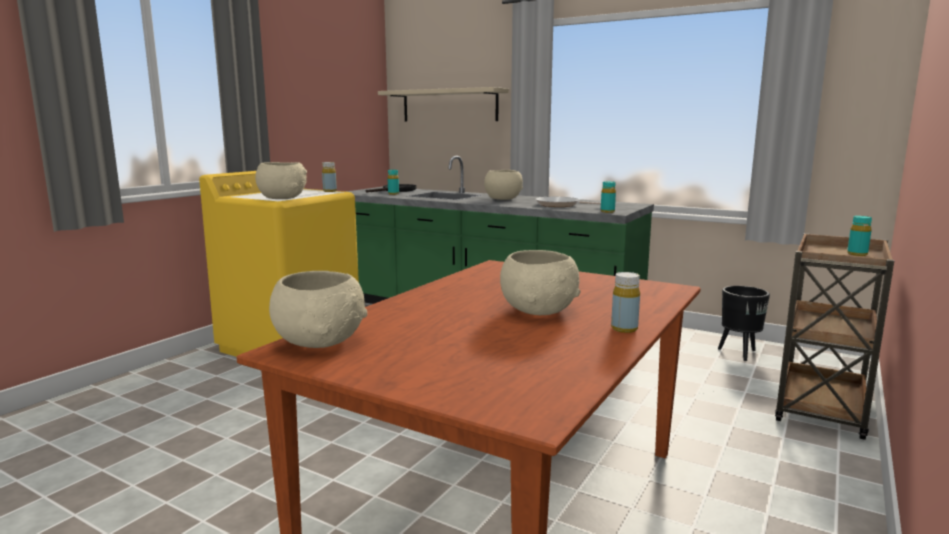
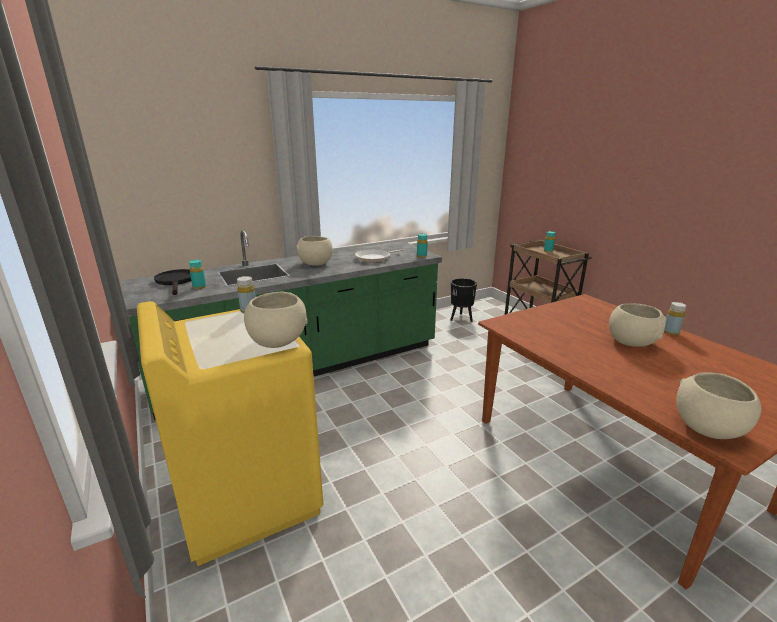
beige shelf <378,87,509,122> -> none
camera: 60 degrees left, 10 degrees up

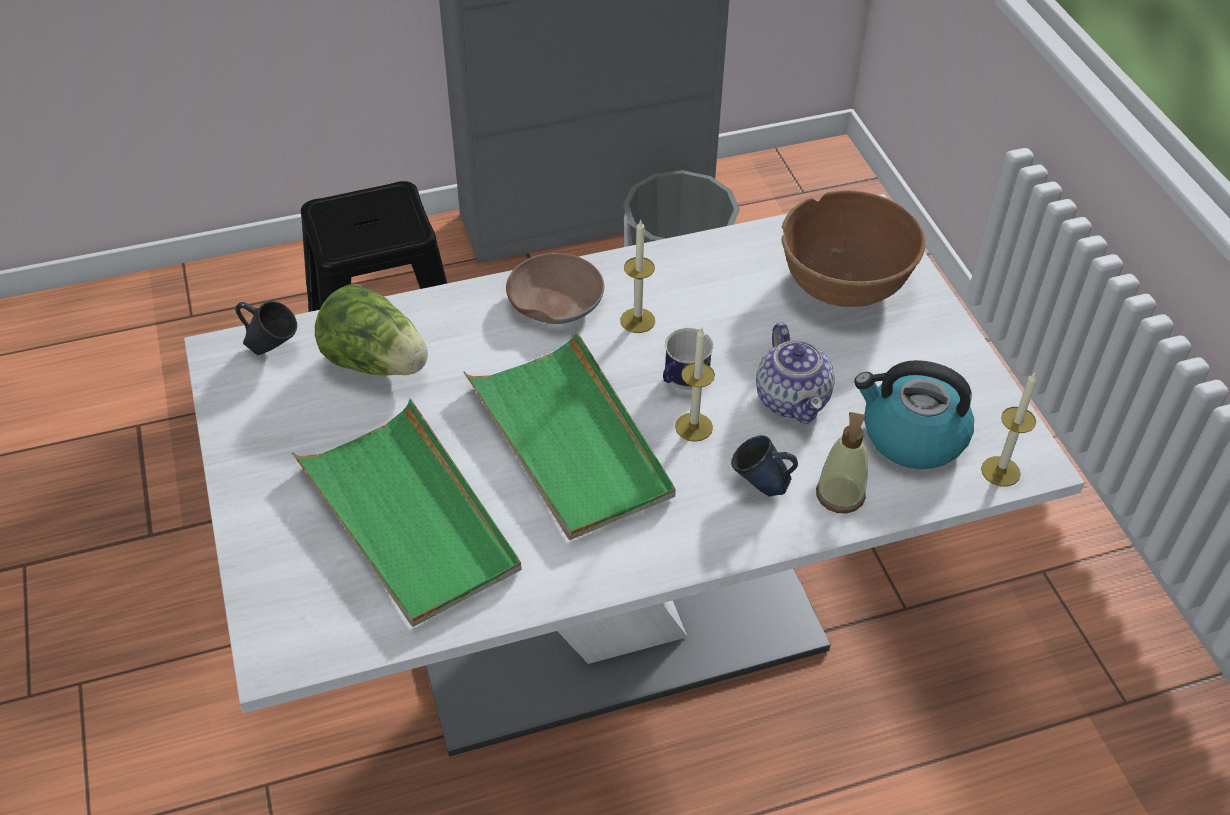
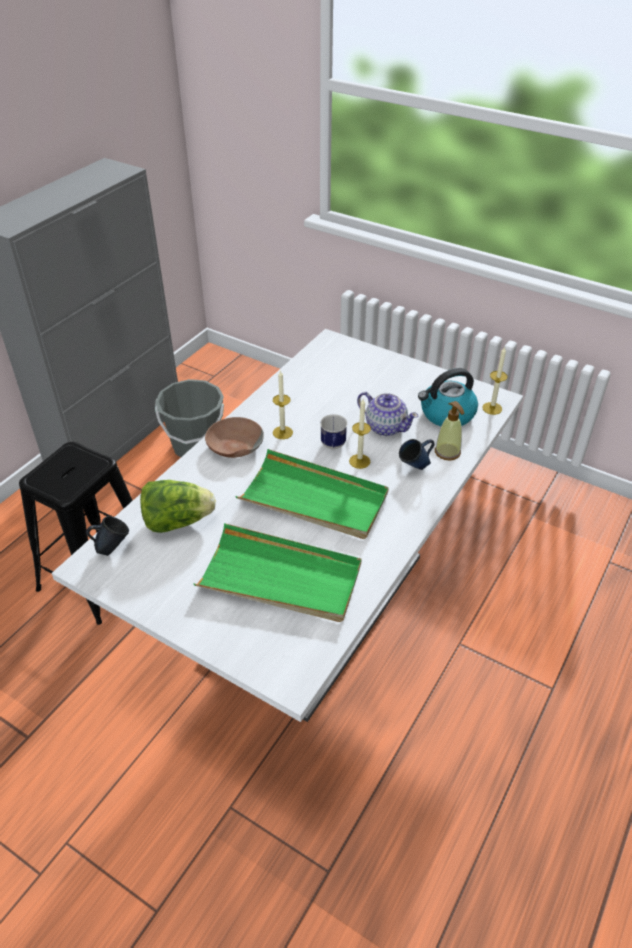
brown bowl <781,190,926,307> -> none
camera: 40 degrees left, 5 degrees down

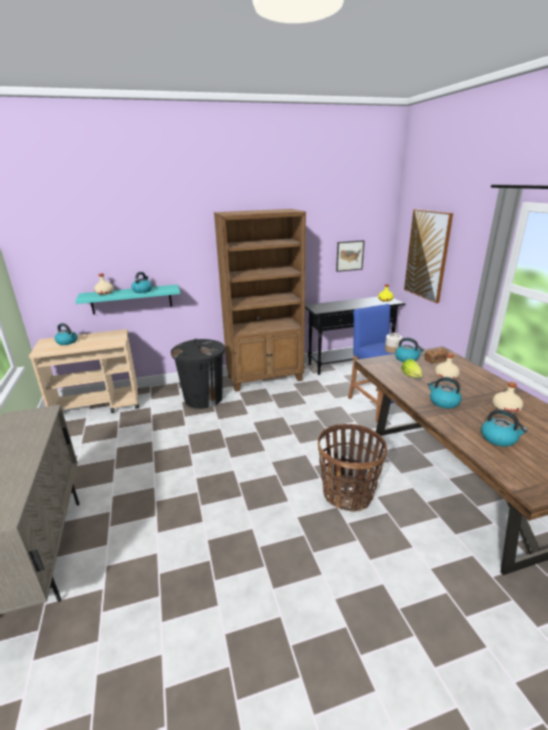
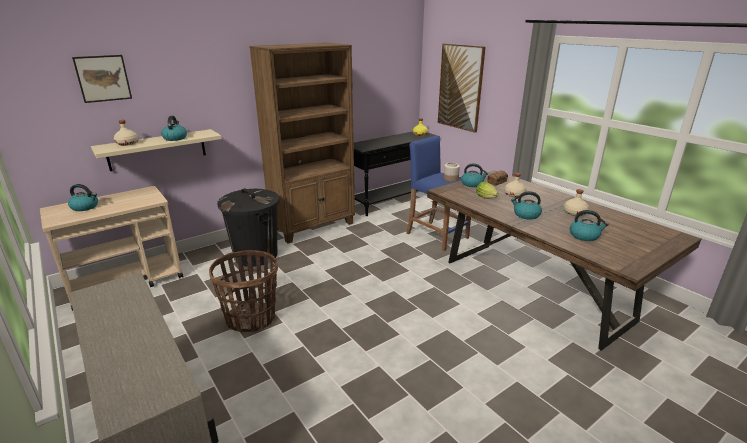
turquoise shelf <75,284,180,315> -> beige shelf <91,129,222,171>
basket <318,424,387,512> -> basket <209,250,278,332>, move
picture <336,240,365,272> -> picture <72,55,132,103>, move
camera: 20 degrees left, 0 degrees up

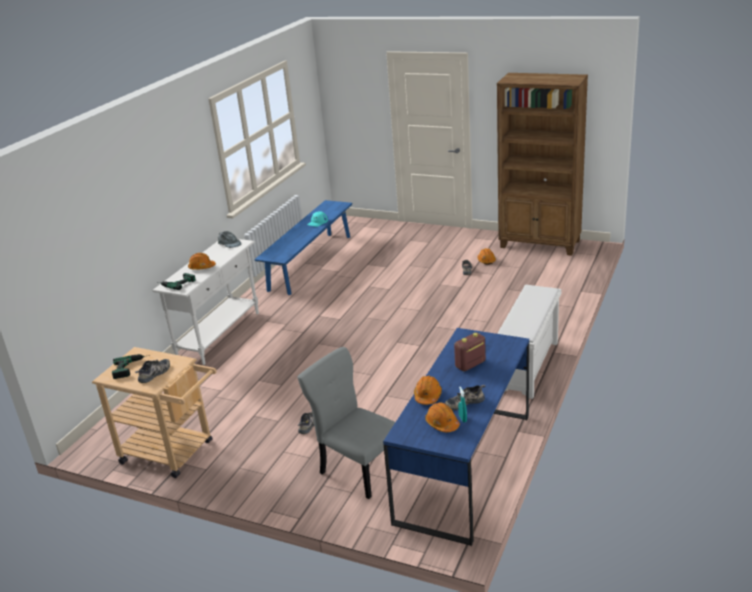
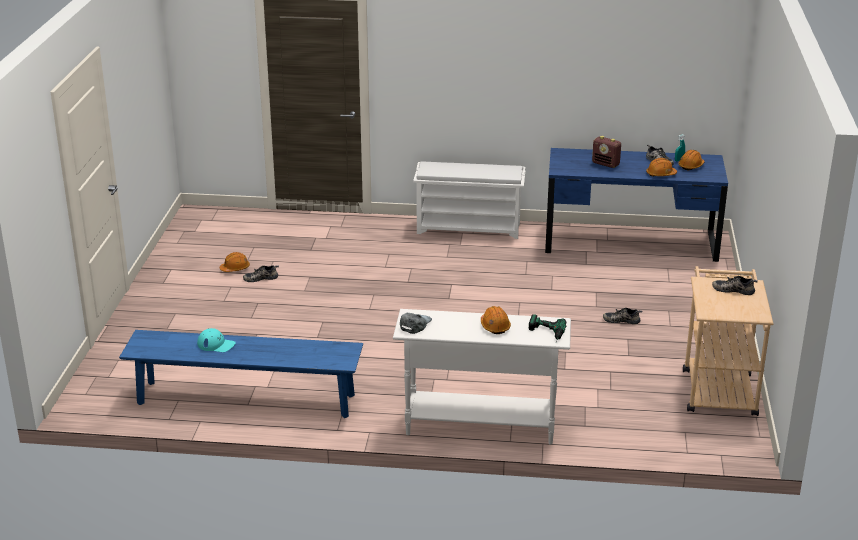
power drill <112,354,150,379> -> none
grey chair <297,347,395,499> -> none
brown bookcase <497,73,588,256> -> none
camera: 110 degrees left, 0 degrees up

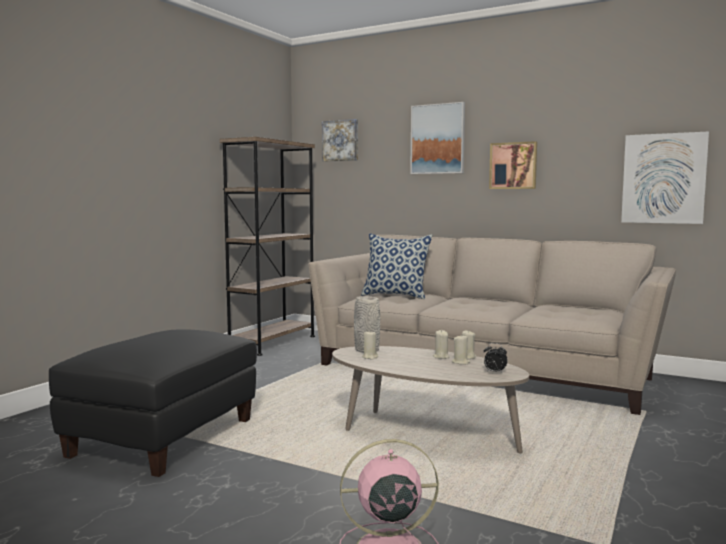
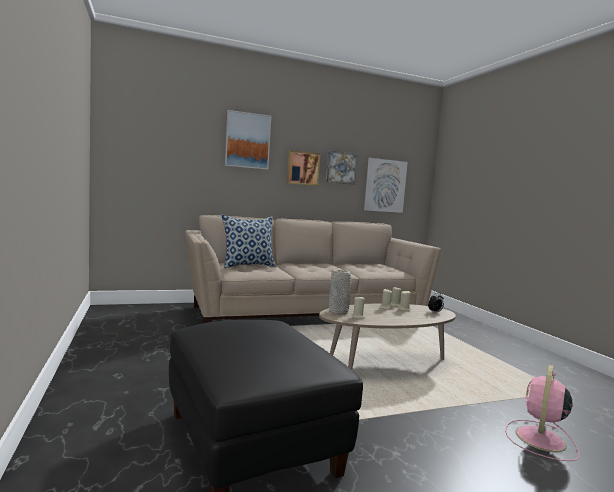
brown bookcase <220,137,315,356> -> none
picture <322,119,358,161> -> picture <326,151,358,185>, move
camera: 50 degrees left, 0 degrees up

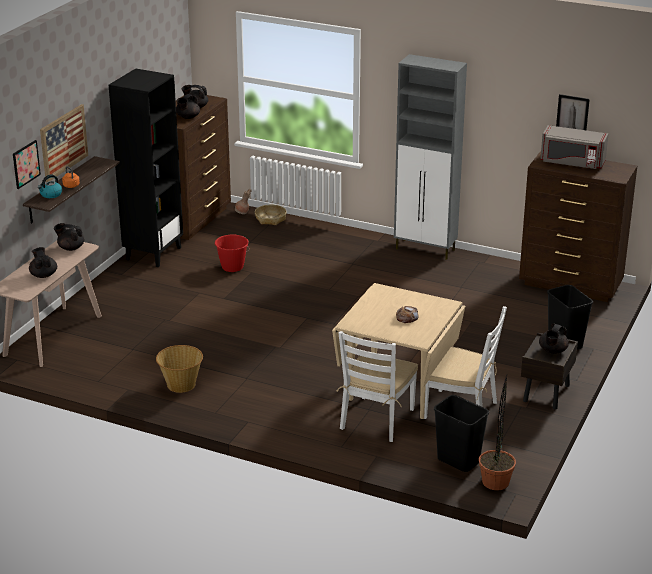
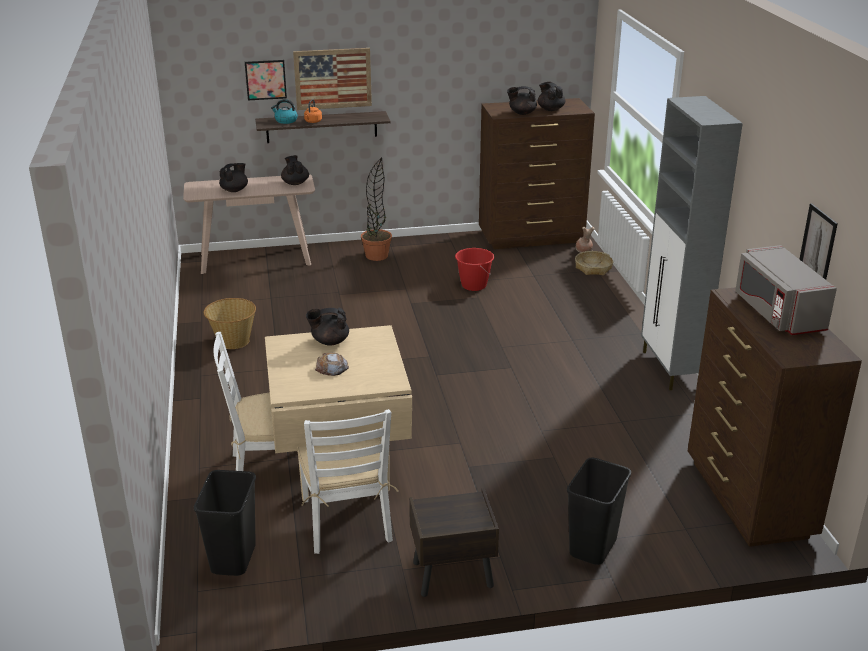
black bookcase <109,69,183,267> -> none
potted plant <479,374,516,490> -> potted plant <361,157,392,261>, move
black teapot <539,323,569,354> -> black teapot <306,308,349,346>, move
camera: 55 degrees right, 0 degrees up

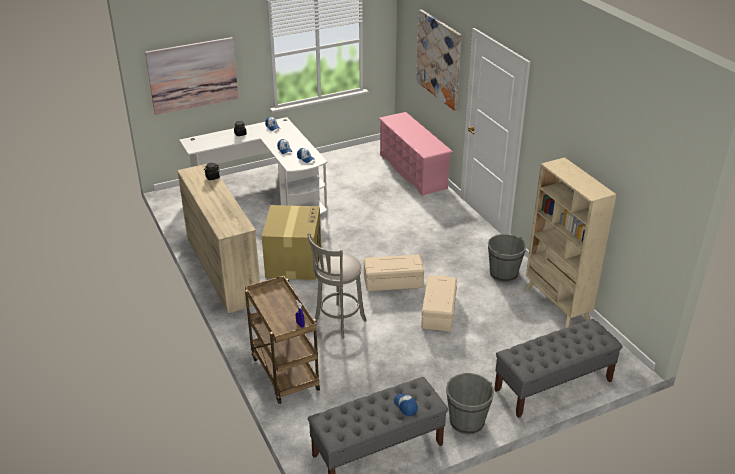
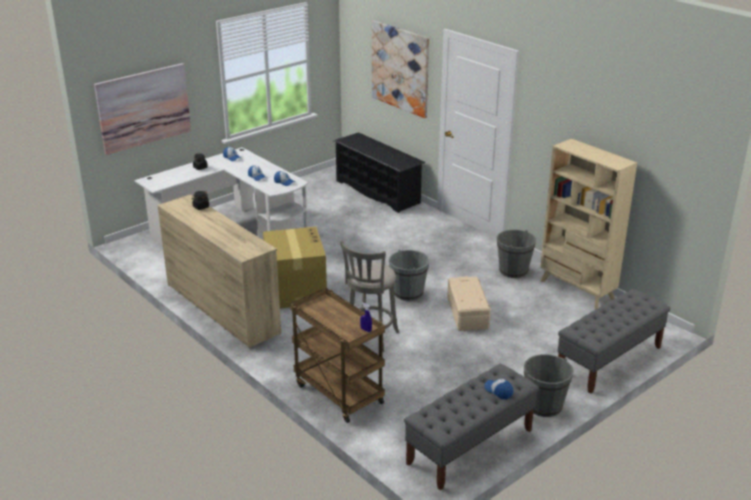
beige storage box <364,255,424,291> -> grey bucket <389,250,430,301>
pink shoe rack <379,112,453,196> -> black shoe rack <334,132,425,213>
camera: 15 degrees left, 5 degrees down

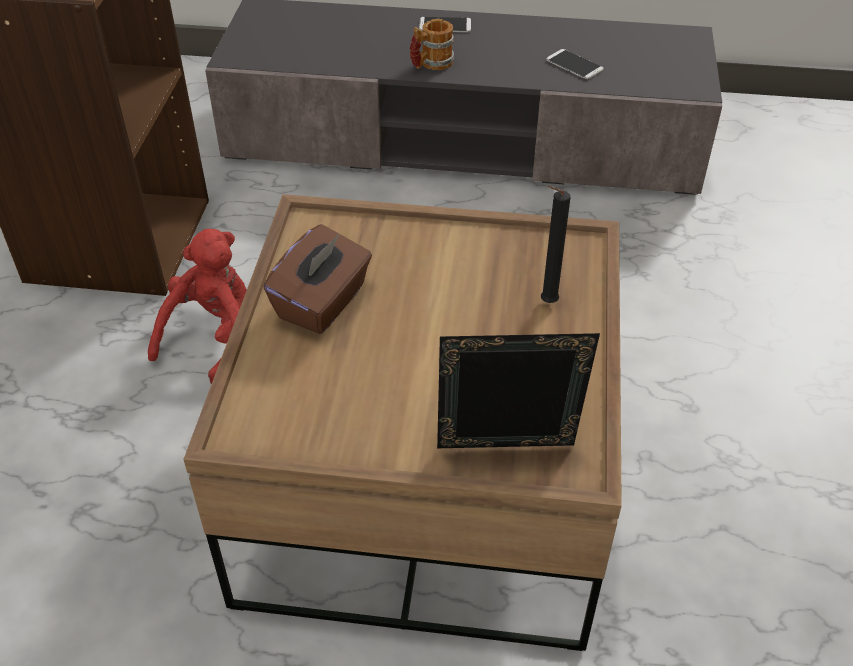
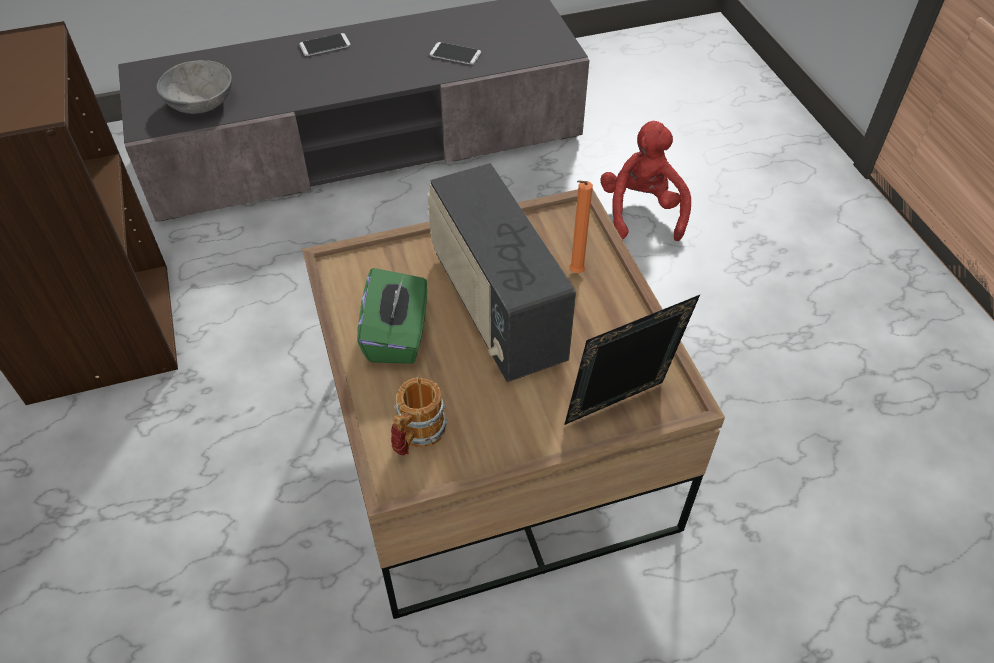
red plush toy <148,229,247,384> -> red plush toy <600,121,691,241>, move
brown tissue box <263,224,372,334> -> green tissue box <357,268,427,364>
mug <410,19,454,70> -> mug <391,377,448,456>, move
black candle <541,185,571,303> -> orange candle <570,180,593,273>
none -> grey bowl <157,60,232,114>
none -> radio <427,163,576,382>
camera: 25 degrees left, 5 degrees up

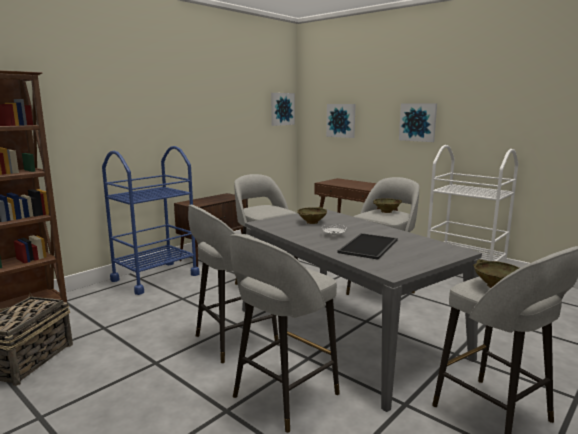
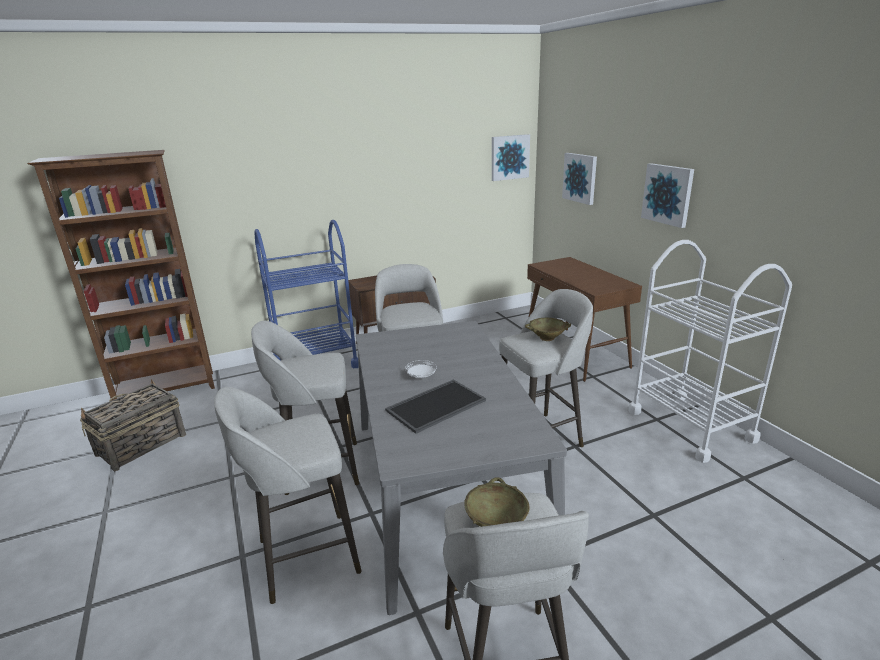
beige bowl <297,207,327,224> -> none
camera: 25 degrees right, 10 degrees up

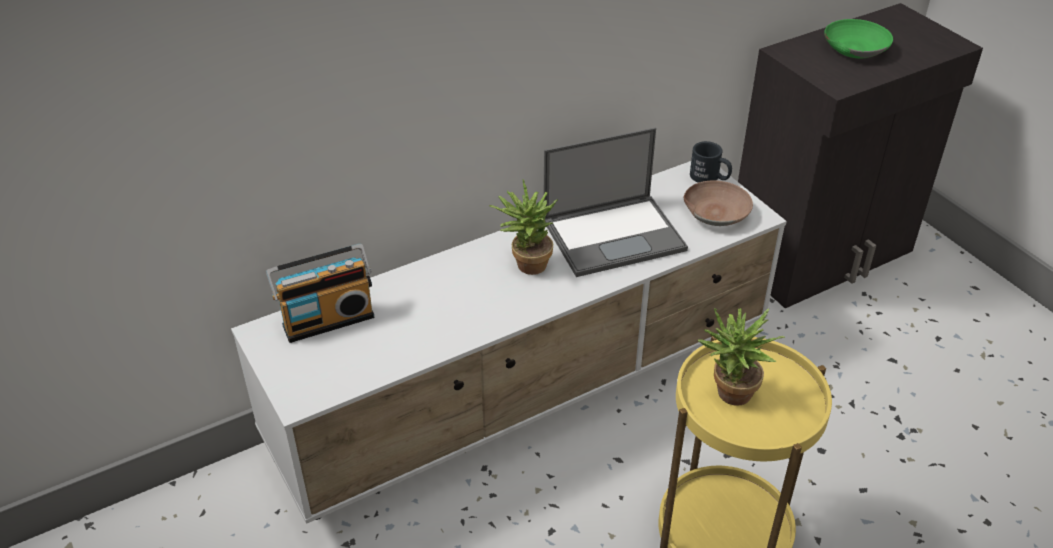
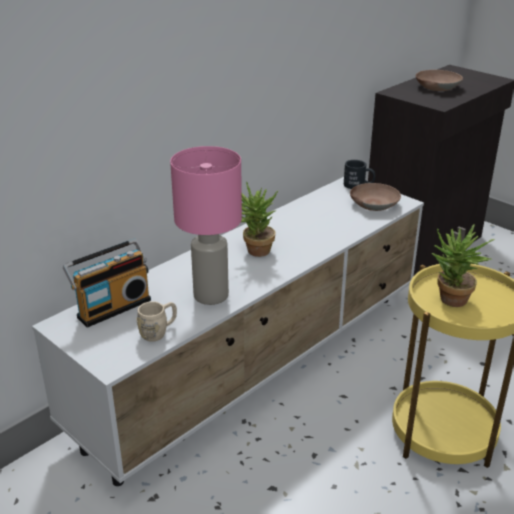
laptop <543,127,688,277> -> none
green bowl <824,19,893,58> -> brown bowl <416,70,463,91>
none -> beige mug <137,301,177,342>
none -> pink table lamp <170,146,242,305>
camera: 15 degrees left, 10 degrees down

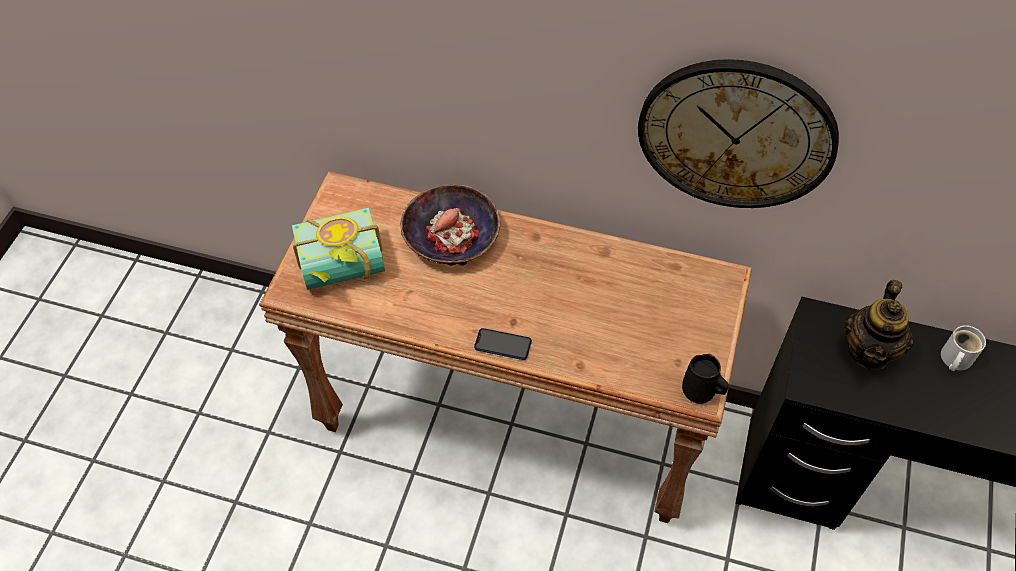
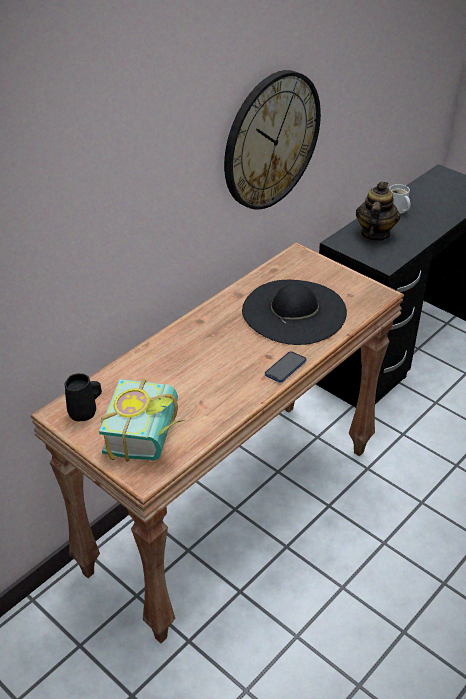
bowl <400,184,501,266> -> none
black mug <682,354,729,404> -> black mug <65,373,102,421>, move
teapot <844,279,913,370> -> teapot <356,182,400,241>, 120 degrees counterclockwise
none -> black hat <242,280,347,345>
camera: 65 degrees left, 15 degrees down

